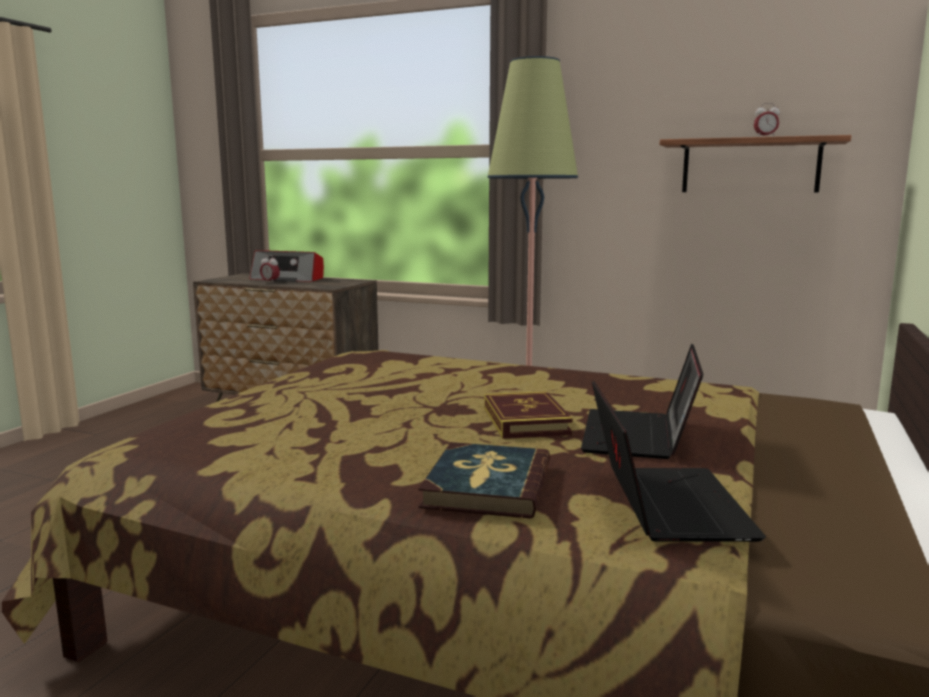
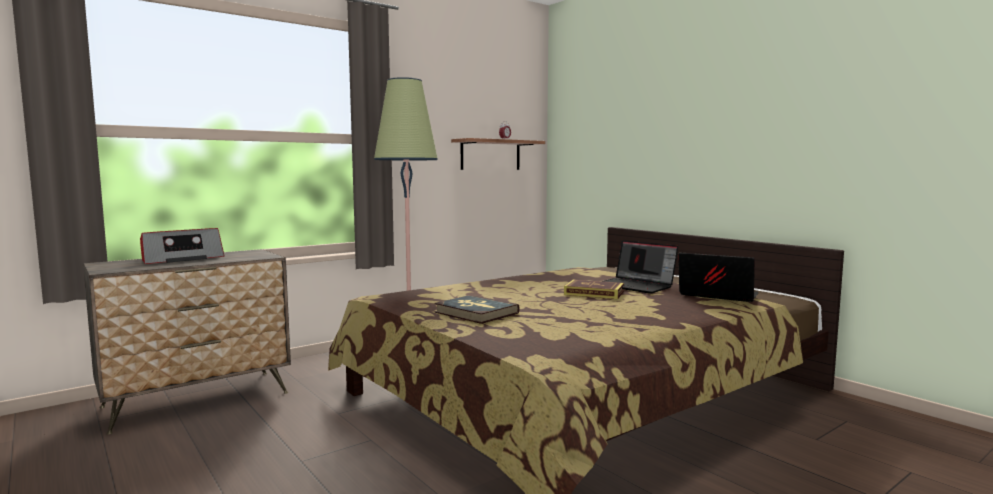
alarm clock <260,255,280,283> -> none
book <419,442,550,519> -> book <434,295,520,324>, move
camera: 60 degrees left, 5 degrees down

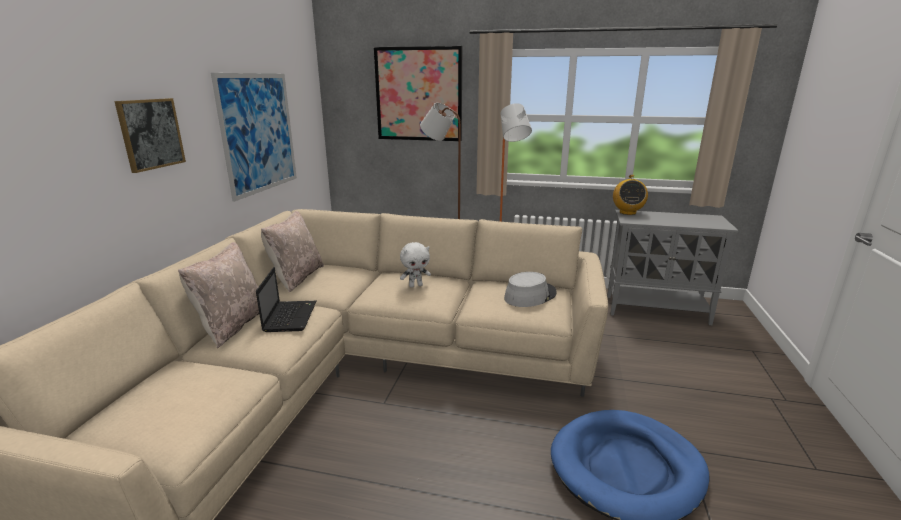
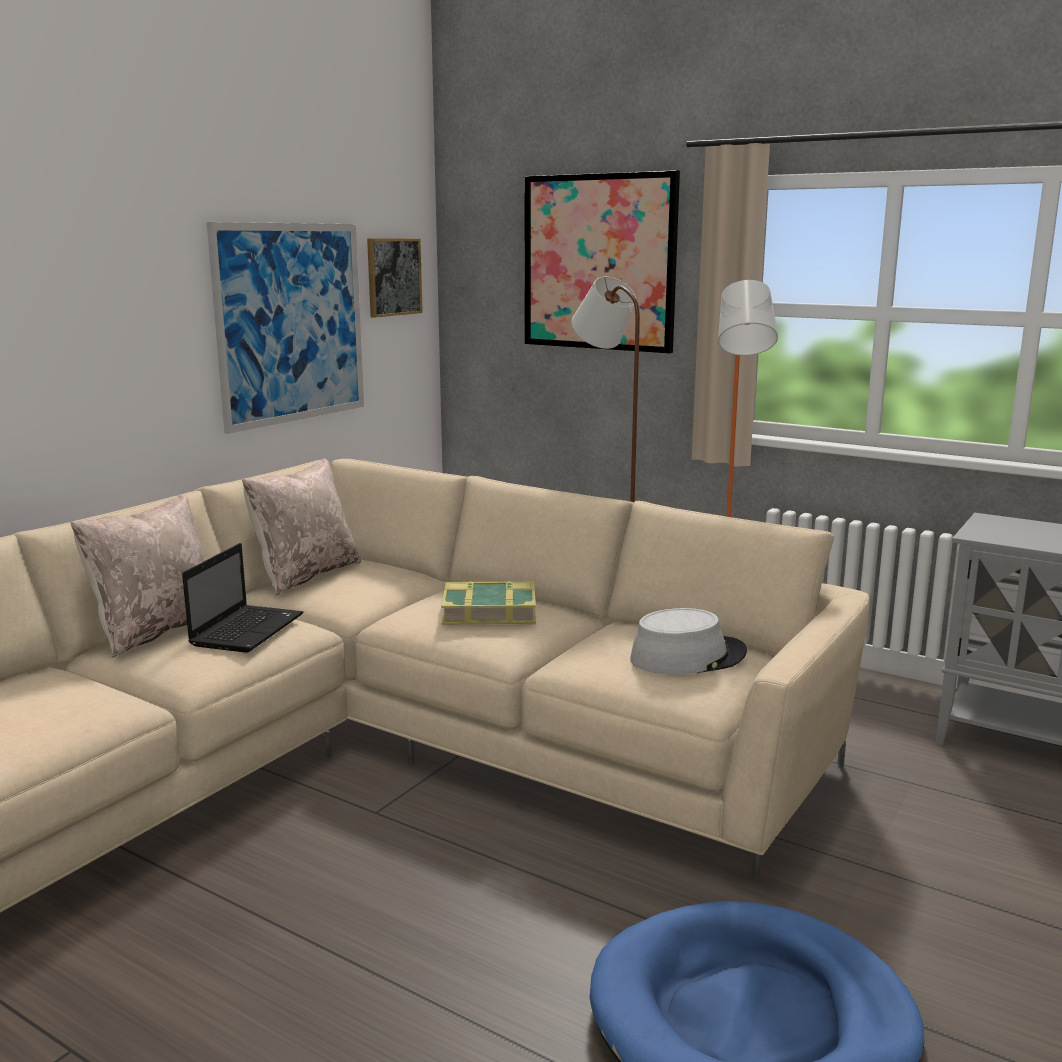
picture <114,98,186,173> -> picture <367,238,423,318>, move
white plush toy <400,242,431,288> -> book <441,581,536,625>
radio <613,175,648,215> -> none
camera: 20 degrees right, 5 degrees down

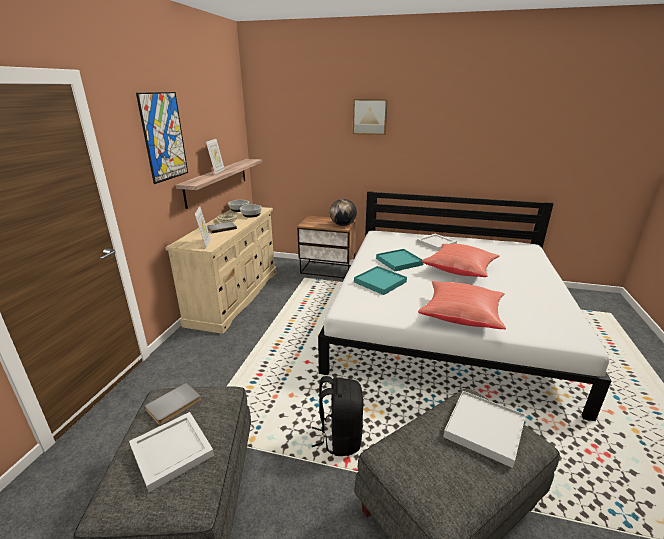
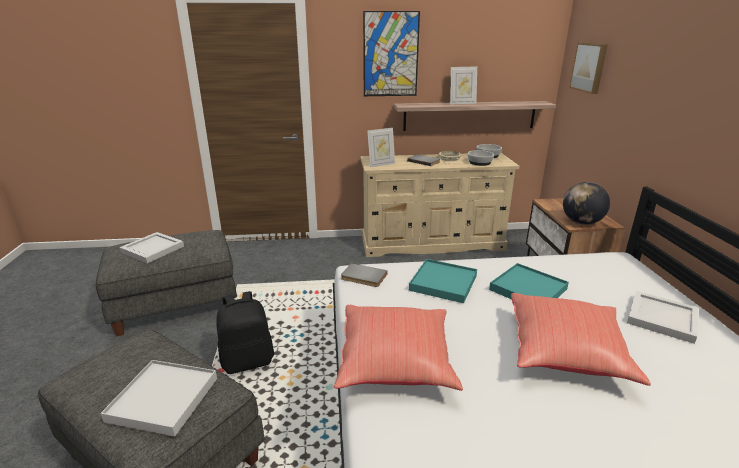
grey book <144,383,201,425> -> grey book <341,263,387,287>, move
picture <353,99,388,135> -> picture <569,42,608,94>, move
camera: 70 degrees right, 0 degrees up

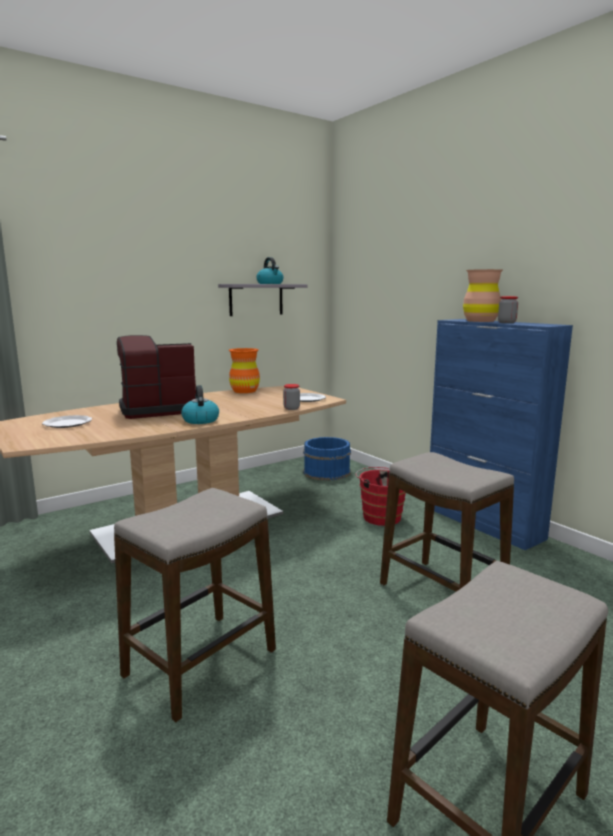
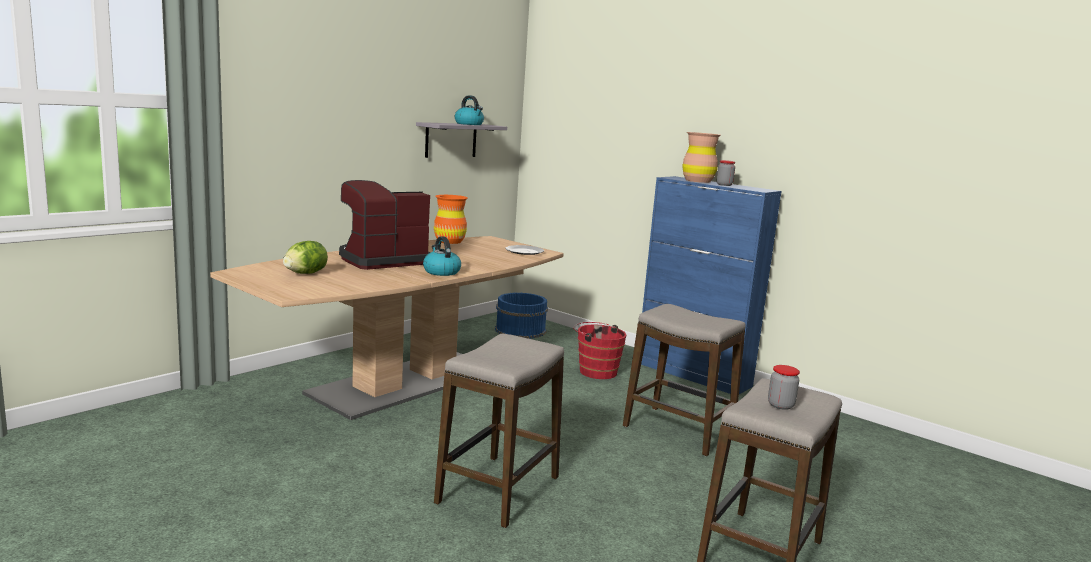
plate <42,415,92,428> -> lettuce <283,241,328,274>
jar <283,384,300,410> -> jar <768,365,800,410>, move
camera: 15 degrees left, 0 degrees up

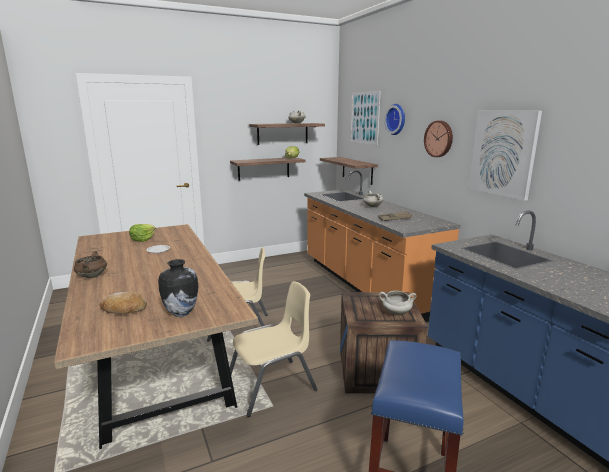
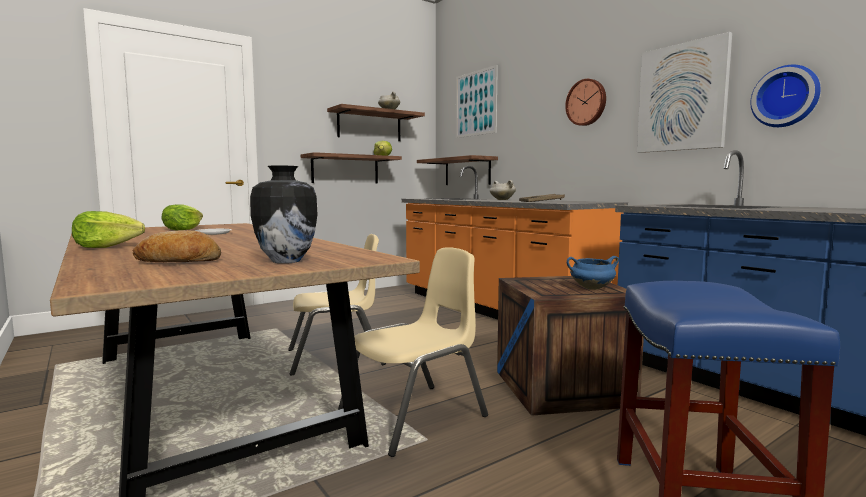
brown cooking pot <74,251,107,278> -> lettuce <72,211,145,248>
white cooking pot <379,291,416,315> -> blue cooking pot <567,256,619,290>
wall clock <384,104,405,135> -> wall clock <750,65,821,127>, move
camera: 10 degrees left, 10 degrees down

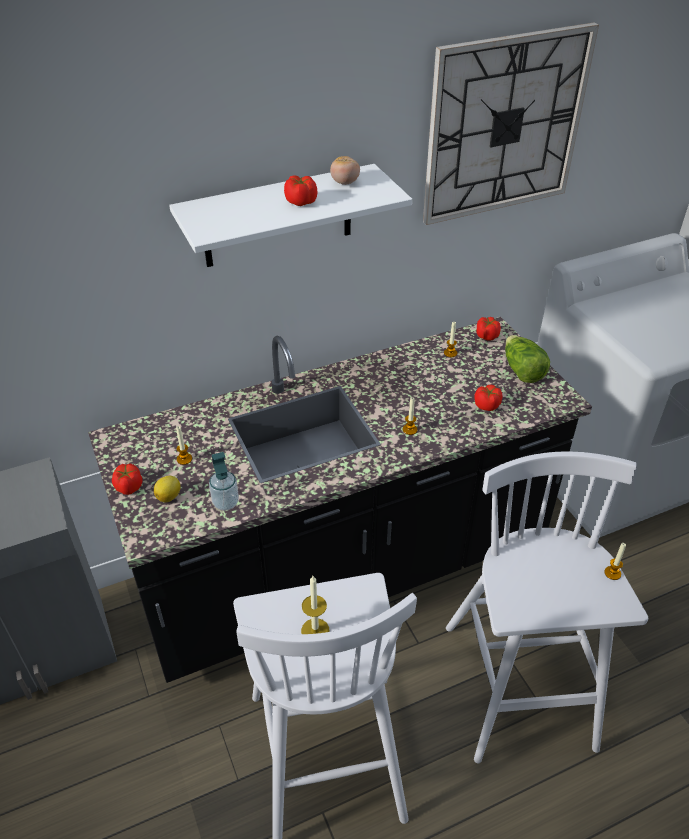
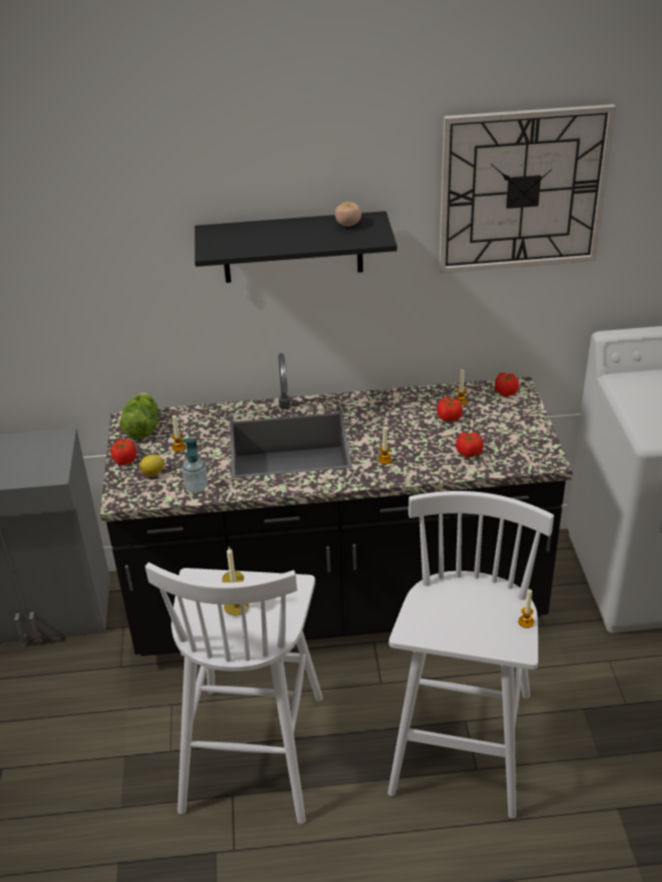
white shelf <169,164,412,267> -> black shelf <195,211,397,283>
tomato <284,175,317,206> -> tomato <437,397,462,422>, move
lettuce <505,335,550,383> -> lettuce <119,392,158,439>, move
camera: 20 degrees right, 5 degrees down

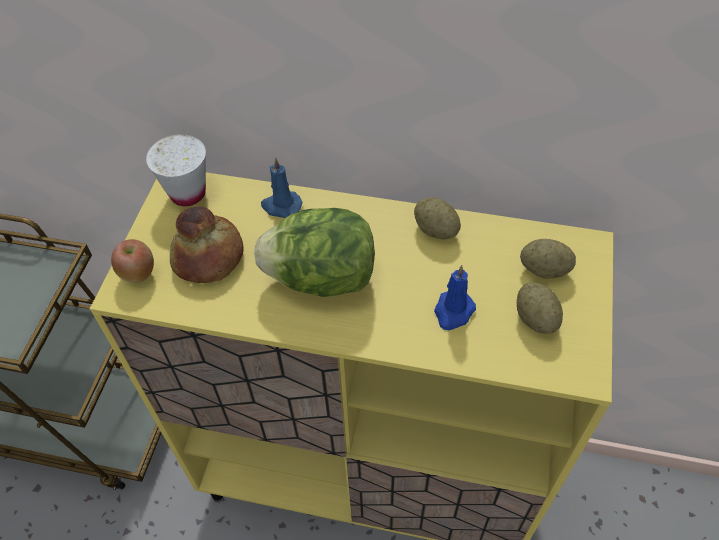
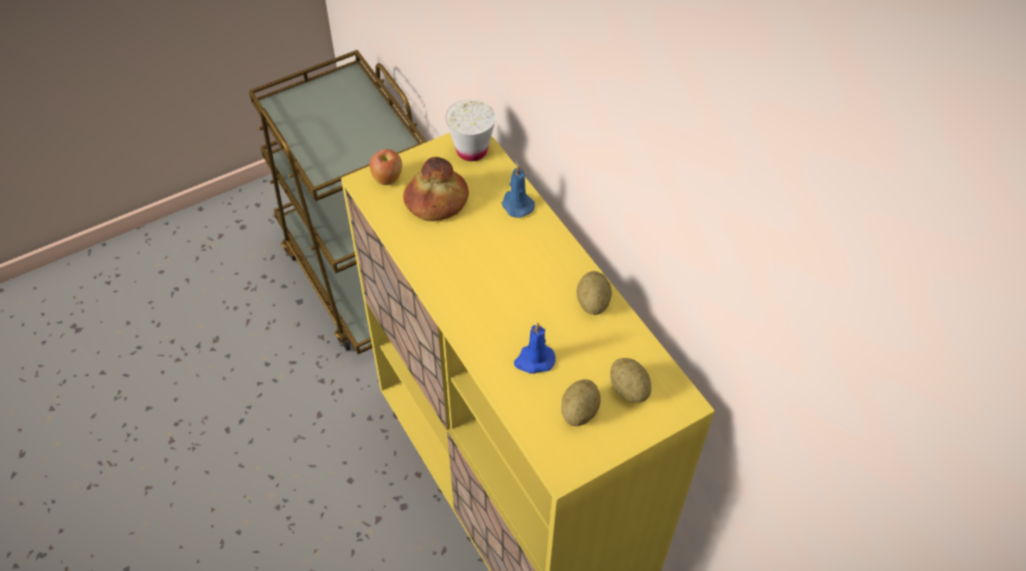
lettuce <254,208,375,297> -> none
camera: 45 degrees right, 0 degrees up

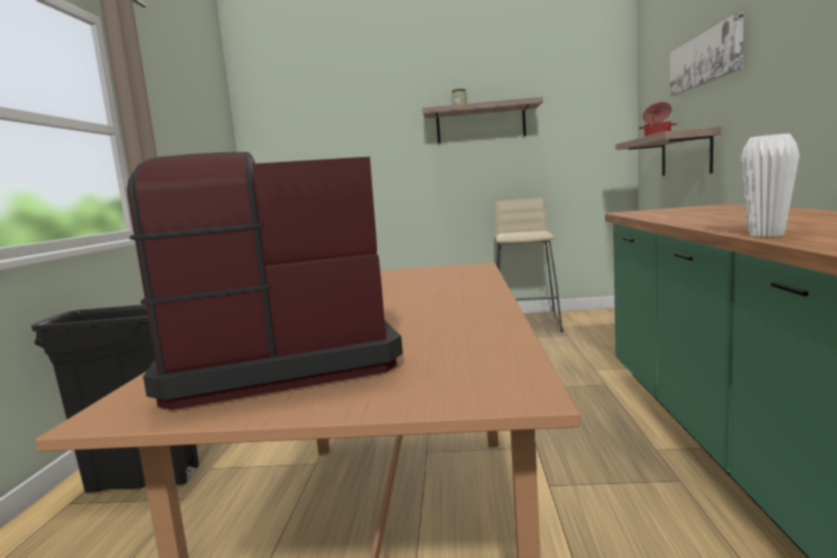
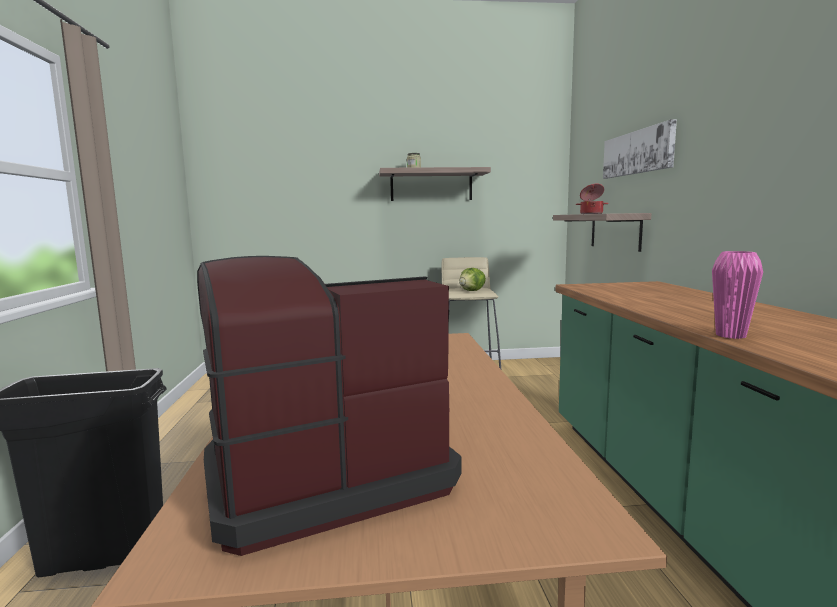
white vase <740,134,800,237> -> pink vase <712,251,763,339>
none -> lettuce <459,268,486,291>
camera: 10 degrees left, 0 degrees up

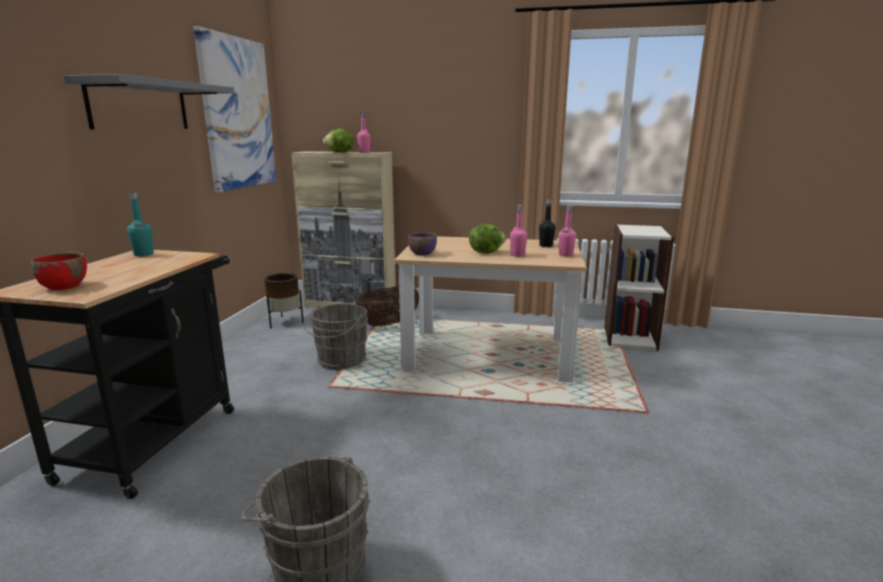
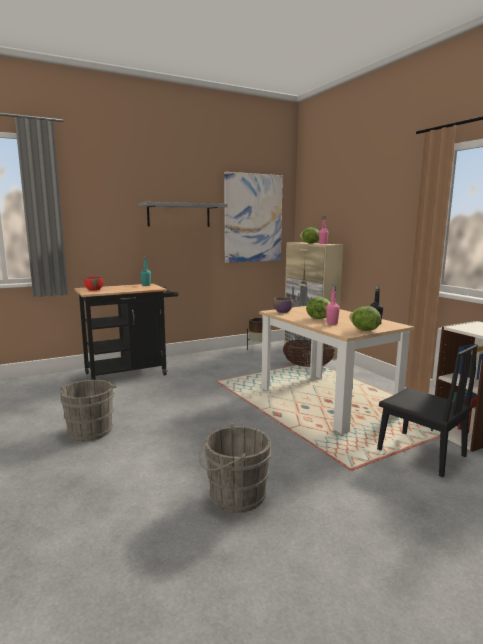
grey bucket <303,303,368,370> -> grey bucket <199,423,271,513>, move
pink bottle <558,205,576,257> -> lettuce <350,306,381,331>
none -> black chair <377,345,477,477>
camera: 50 degrees right, 5 degrees down

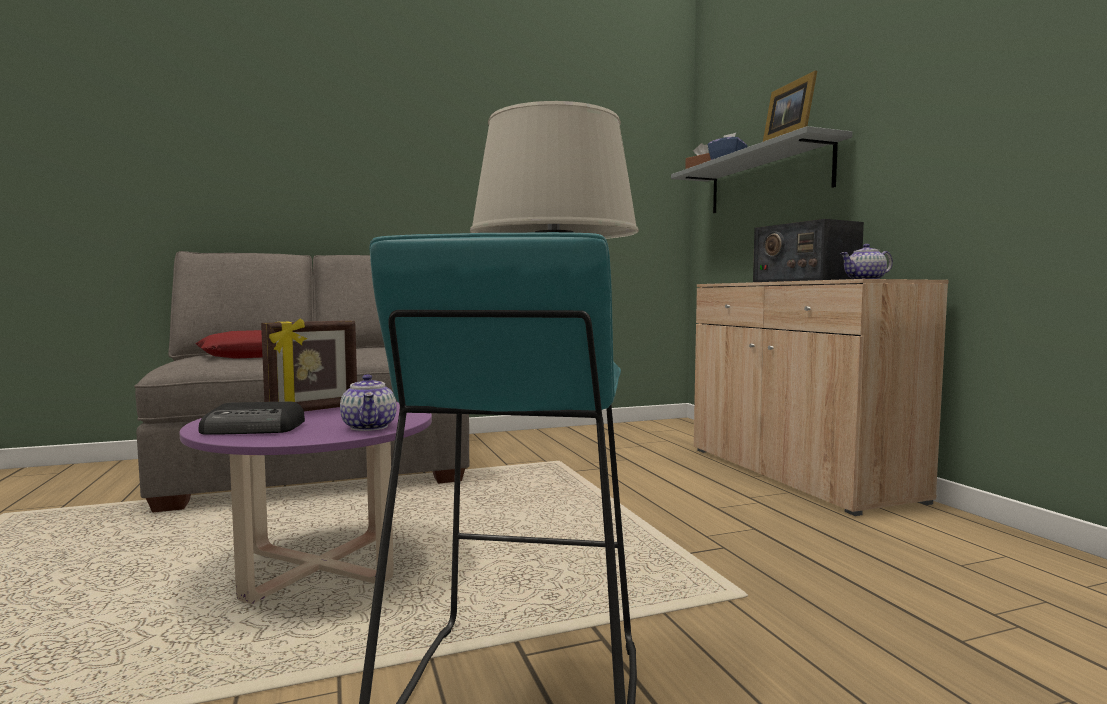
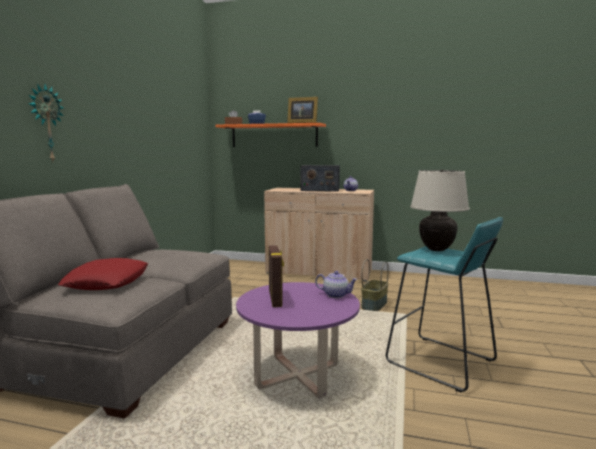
radio <199,402,305,435> -> none
grey shelf <671,126,852,213> -> orange shelf <215,123,326,147>
none -> wall clock <28,84,64,162>
none -> basket <361,259,389,311>
camera: 55 degrees left, 5 degrees up

